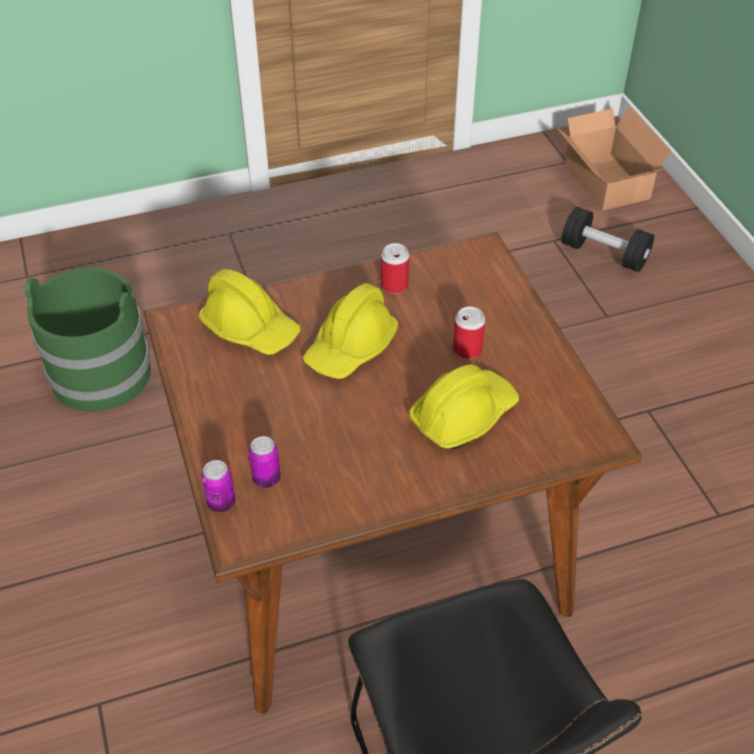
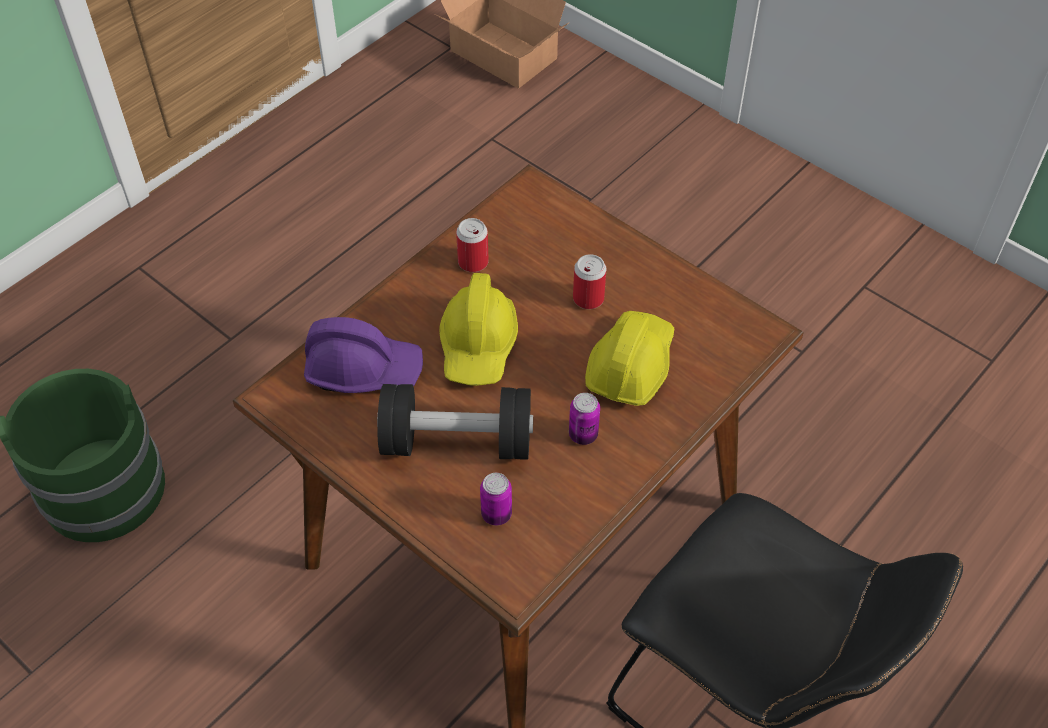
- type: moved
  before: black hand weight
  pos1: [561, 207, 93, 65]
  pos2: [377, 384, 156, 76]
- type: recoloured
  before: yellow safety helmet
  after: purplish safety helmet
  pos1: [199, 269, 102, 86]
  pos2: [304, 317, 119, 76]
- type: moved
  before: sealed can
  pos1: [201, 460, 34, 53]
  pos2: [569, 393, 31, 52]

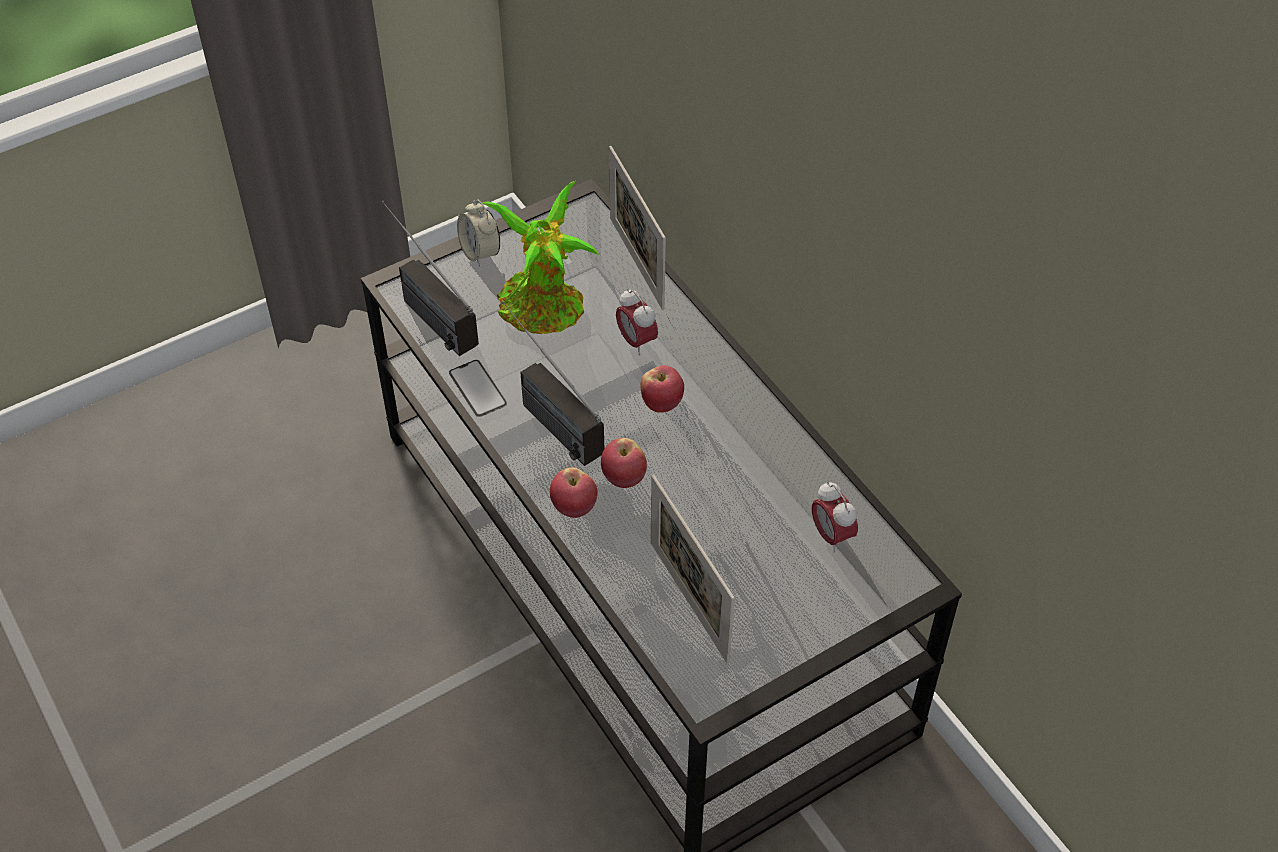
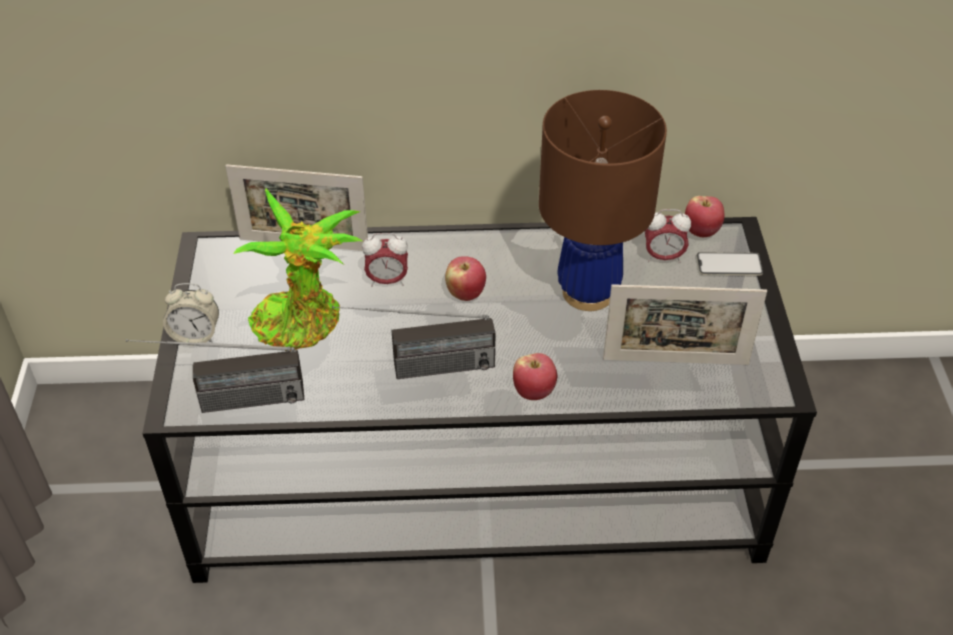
- type: moved
  before: handset
  pos1: [449, 360, 58, 57]
  pos2: [697, 252, 66, 23]
- type: moved
  before: whole apple
  pos1: [601, 438, 46, 50]
  pos2: [685, 196, 39, 41]
- type: added
  after: brown-coloured tabletop lamp
  pos2: [539, 90, 128, 221]

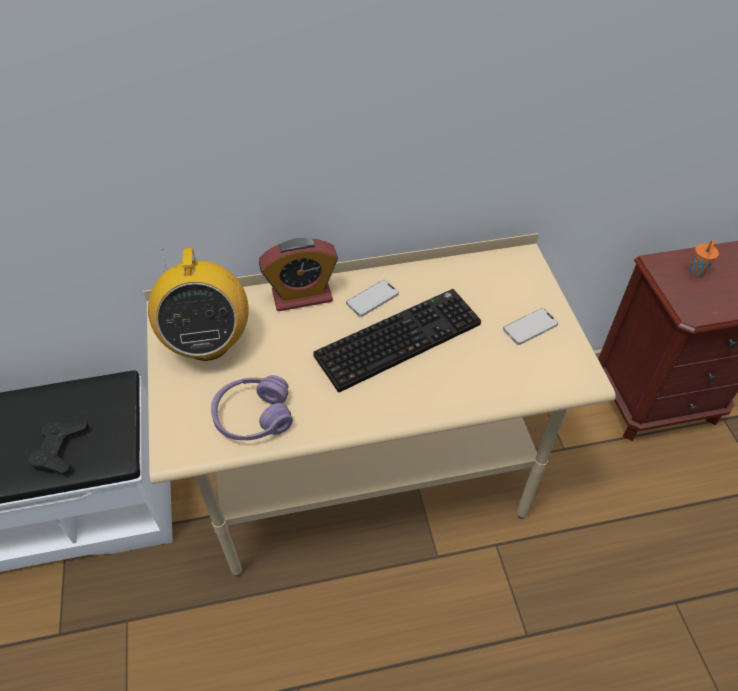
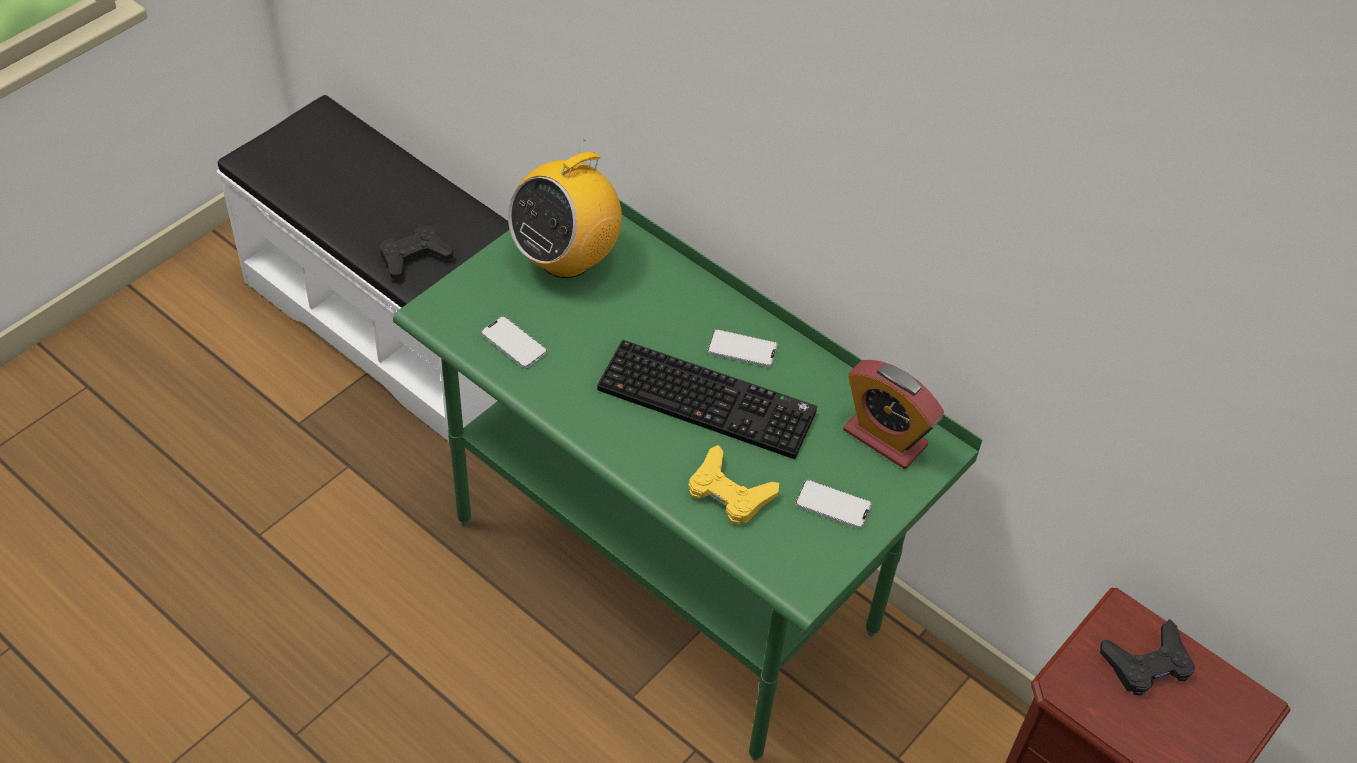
- type: recoloured
  before: sand-coloured desk unit
  after: green desk unit
  pos1: [143, 233, 473, 343]
  pos2: [393, 199, 590, 562]
- type: moved
  before: alarm clock
  pos1: [259, 238, 79, 73]
  pos2: [843, 360, 101, 109]
- type: replaced
  before: orangey small cup
  after: black game controller
  pos1: [689, 240, 30, 38]
  pos2: [1100, 619, 95, 76]
- type: replaced
  before: purplish headphones
  after: handset
  pos1: [211, 375, 82, 66]
  pos2: [481, 316, 66, 53]
- type: added
  after: yellow game controller
  pos2: [688, 445, 91, 80]

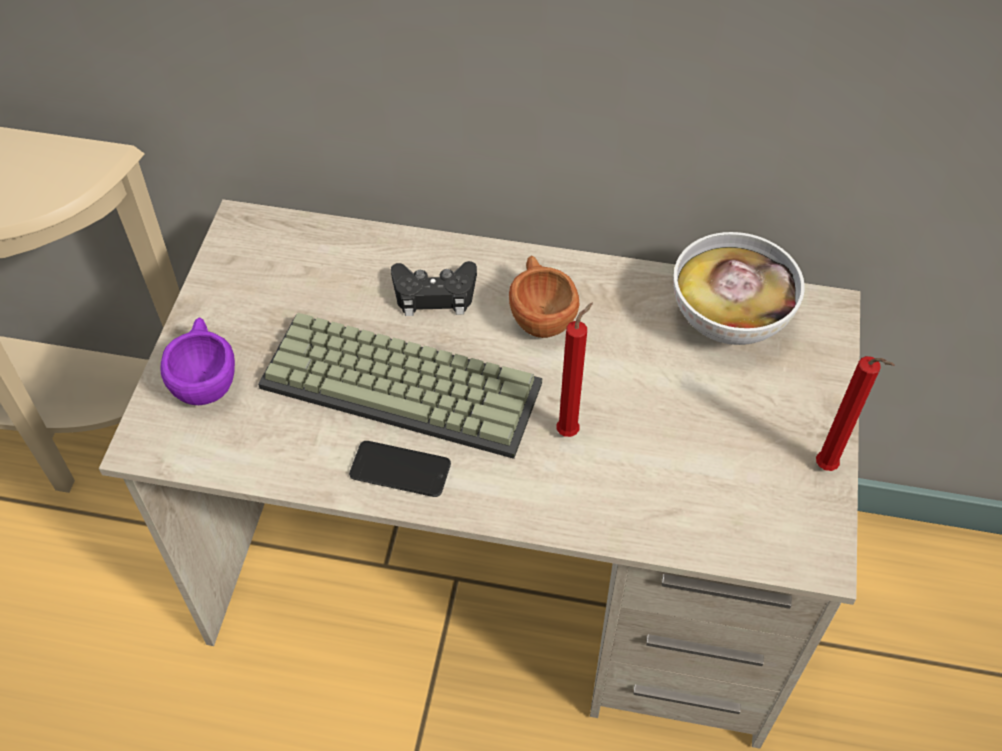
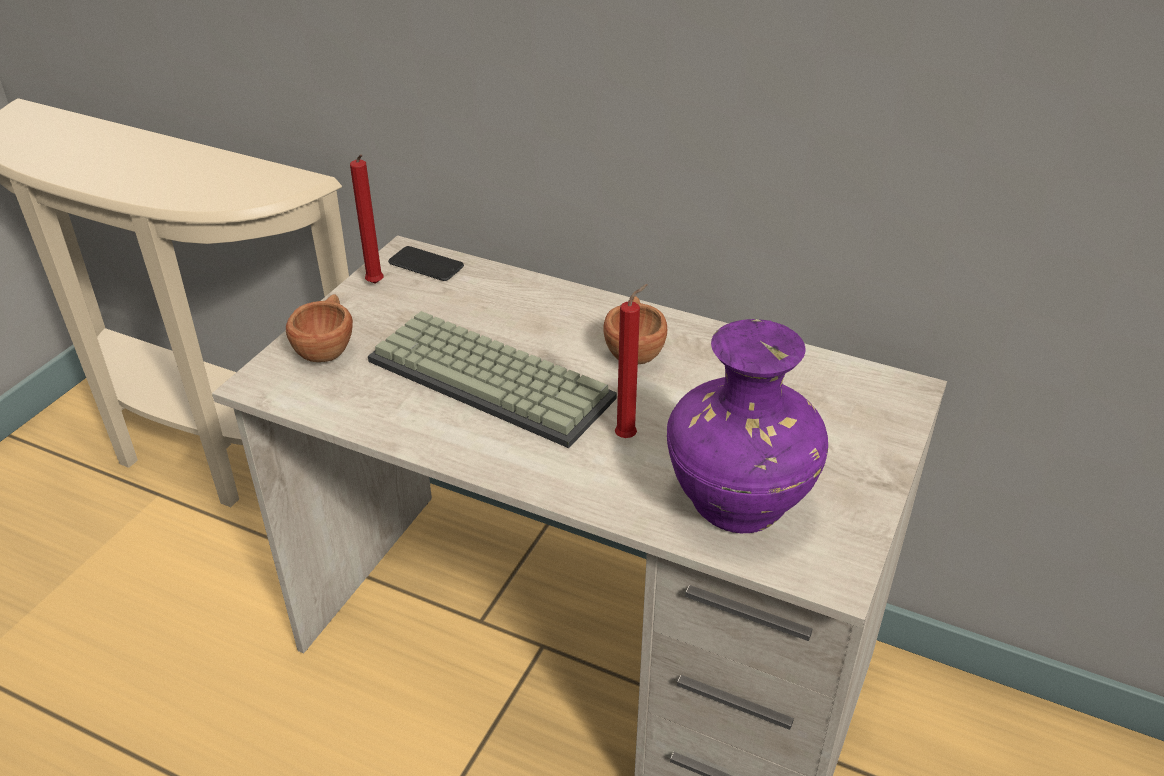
- type: removed
  before: deep dish
  pos1: [673, 232, 132, 113]
- type: removed
  before: black game controller
  pos1: [391, 261, 86, 55]
- type: recoloured
  before: purplish small cup
  after: brown-coloured small cup
  pos1: [160, 317, 75, 88]
  pos2: [286, 294, 67, 68]
- type: moved
  before: red candle
  pos1: [816, 356, 79, 115]
  pos2: [350, 154, 33, 130]
- type: moved
  before: handset
  pos1: [349, 441, 102, 56]
  pos2: [388, 246, 76, 35]
- type: added
  after: purplish flower vase
  pos2: [667, 319, 161, 214]

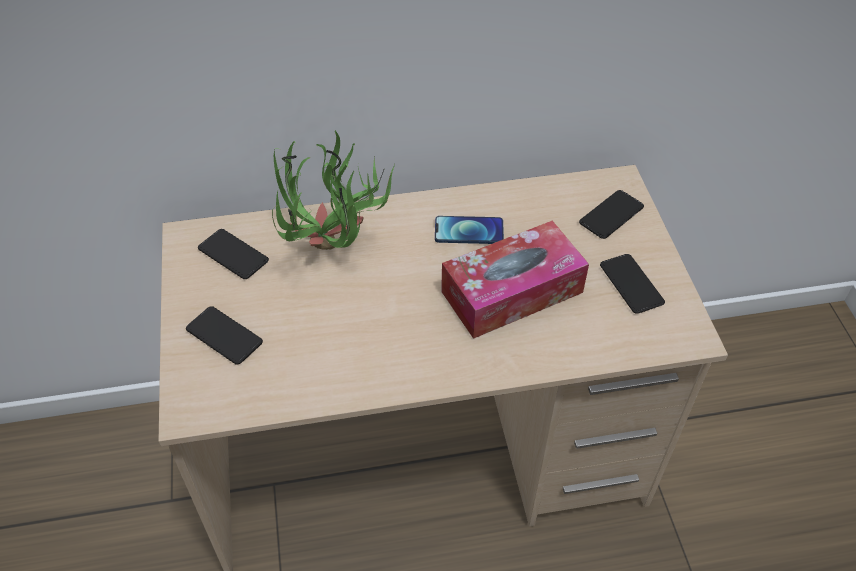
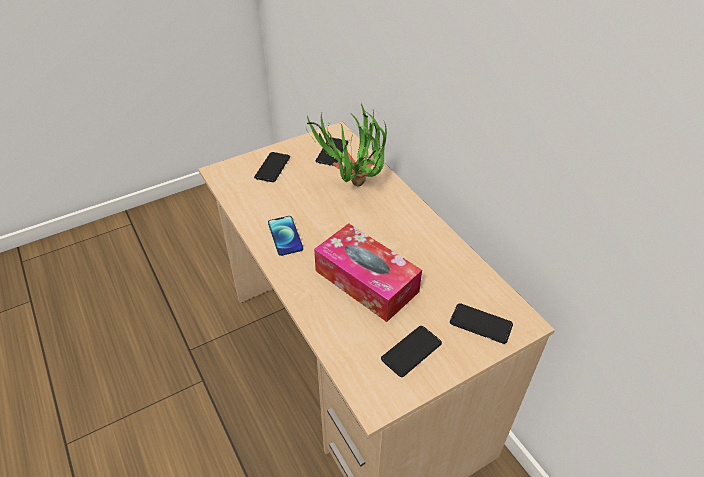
- type: moved
  before: handset
  pos1: [435, 216, 69, 28]
  pos2: [268, 216, 35, 40]

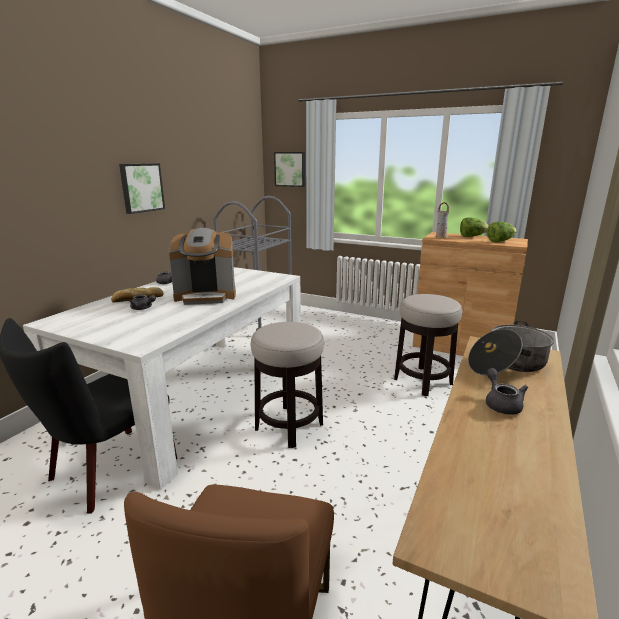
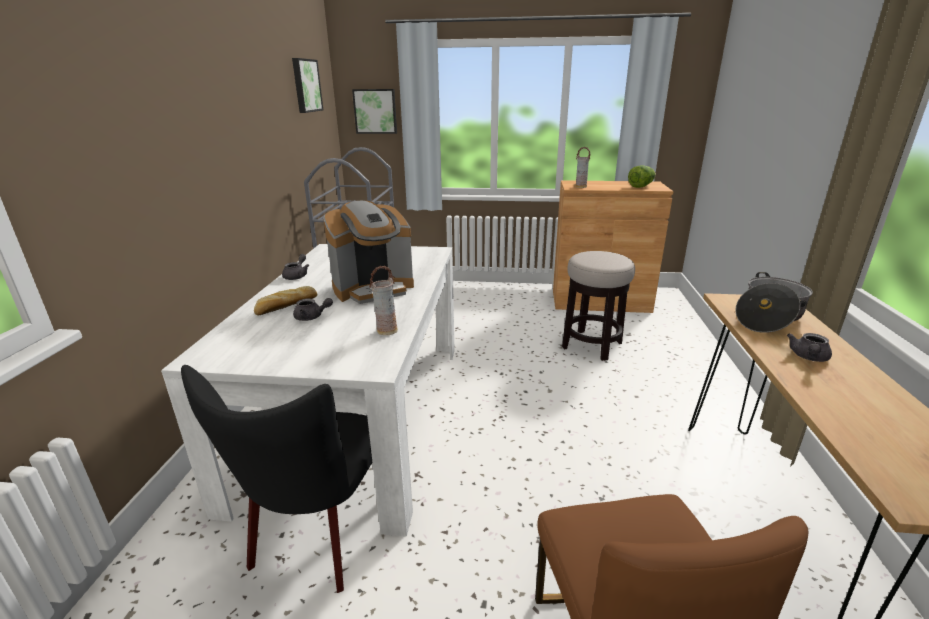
- type: moved
  before: wall art
  pos1: [119, 164, 46, 50]
  pos2: [292, 58, 31, 55]
- type: removed
  before: lettuce head
  pos1: [460, 218, 29, 19]
- type: removed
  before: sitting stool
  pos1: [251, 322, 73, 126]
- type: turned
  before: greyish teapot
  pos1: [486, 368, 42, 47]
  pos2: [787, 333, 45, 29]
  turn: -120
- type: added
  after: flower vase
  pos2: [369, 266, 29, 69]

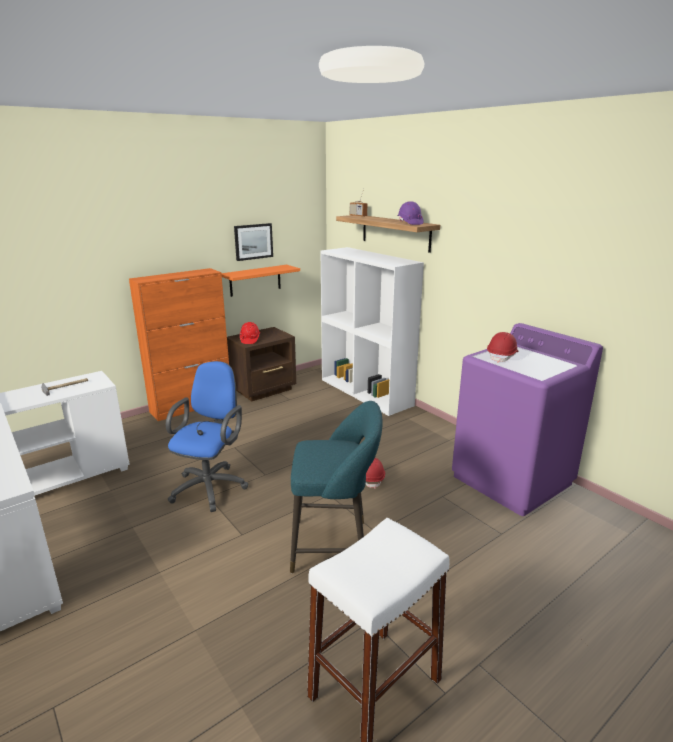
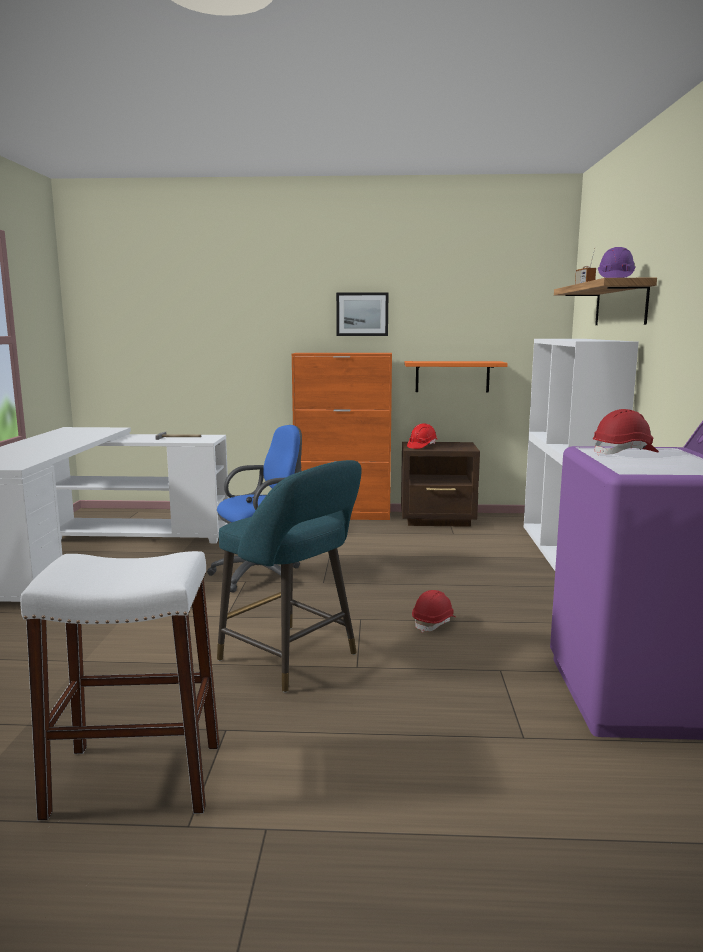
- type: moved
  before: wall art
  pos1: [234, 223, 39, 38]
  pos2: [336, 292, 52, 44]

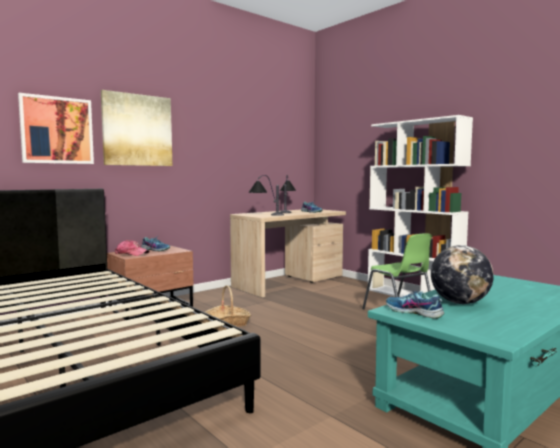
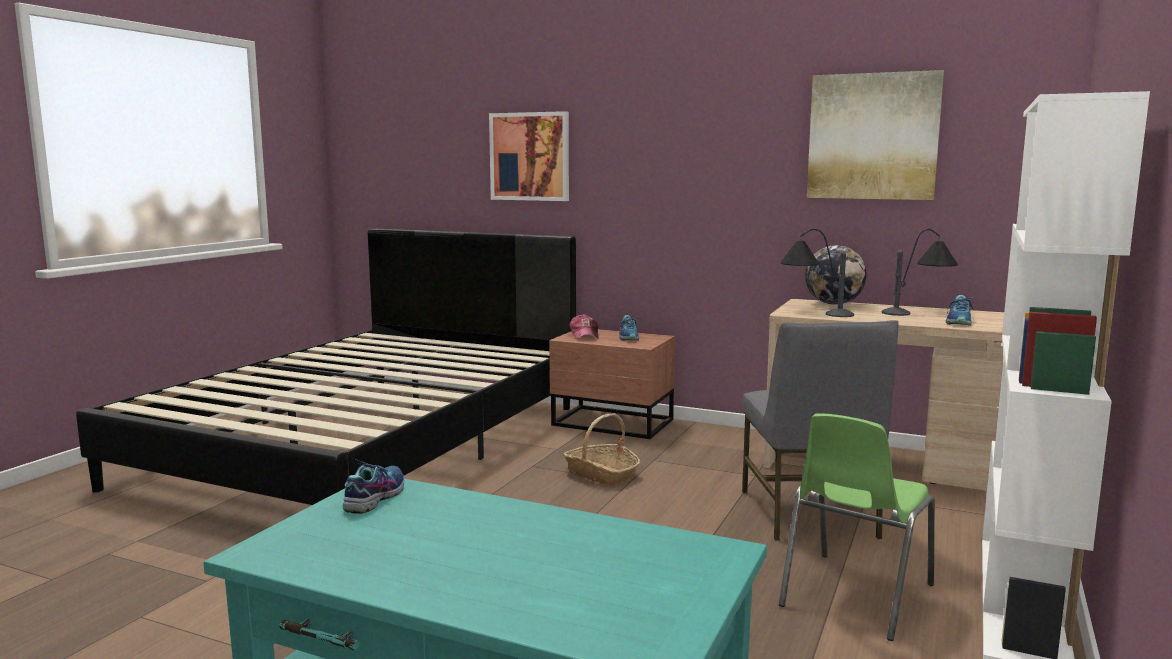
- type: moved
  before: wall art
  pos1: [101, 90, 71, 76]
  pos2: [807, 70, 137, 130]
- type: moved
  before: globe
  pos1: [431, 245, 63, 59]
  pos2: [805, 245, 62, 60]
- type: added
  after: greyish chair
  pos2: [742, 320, 157, 220]

